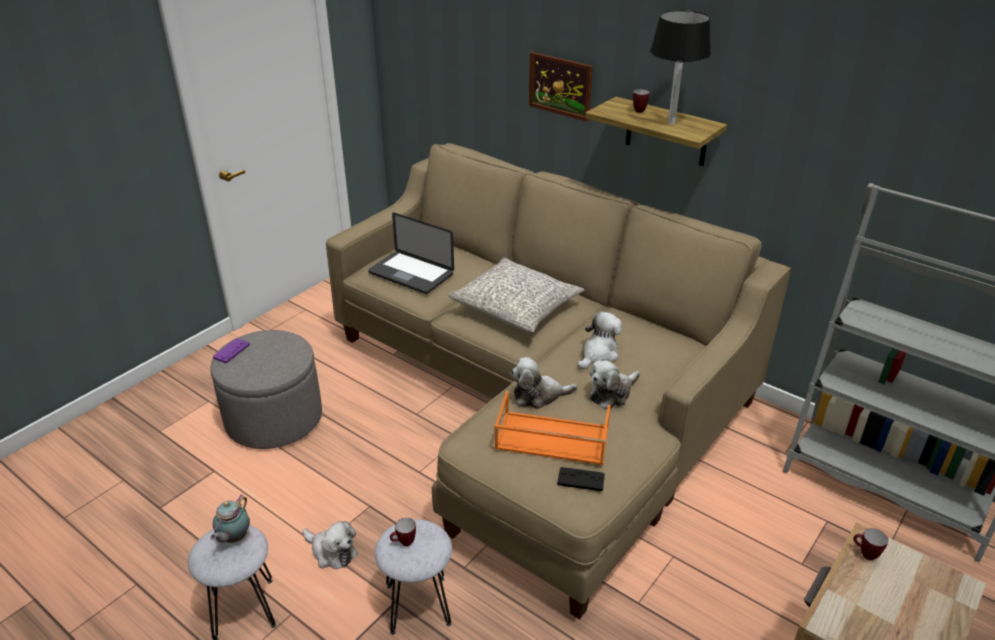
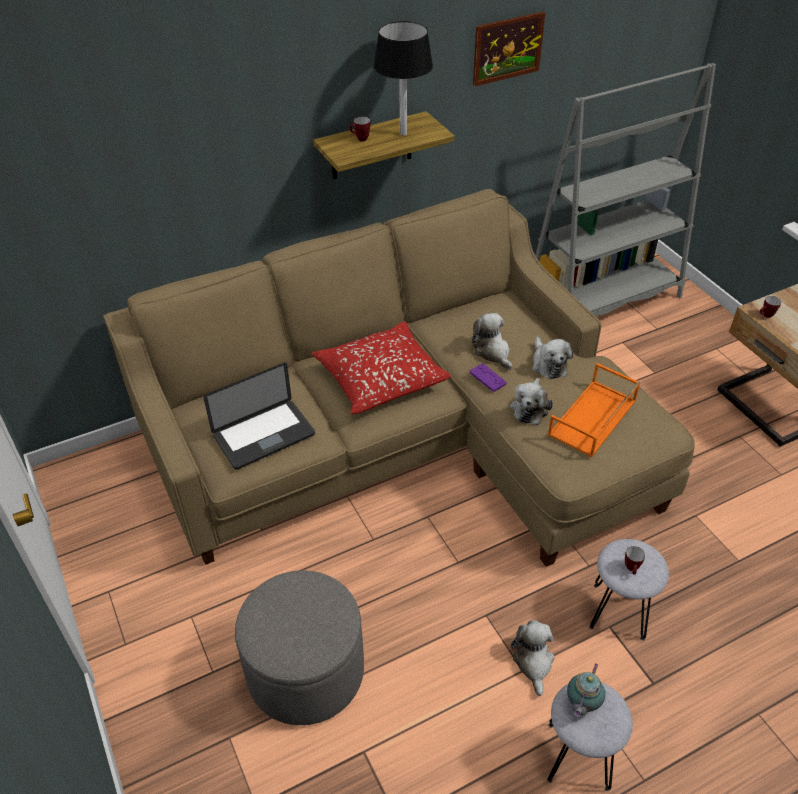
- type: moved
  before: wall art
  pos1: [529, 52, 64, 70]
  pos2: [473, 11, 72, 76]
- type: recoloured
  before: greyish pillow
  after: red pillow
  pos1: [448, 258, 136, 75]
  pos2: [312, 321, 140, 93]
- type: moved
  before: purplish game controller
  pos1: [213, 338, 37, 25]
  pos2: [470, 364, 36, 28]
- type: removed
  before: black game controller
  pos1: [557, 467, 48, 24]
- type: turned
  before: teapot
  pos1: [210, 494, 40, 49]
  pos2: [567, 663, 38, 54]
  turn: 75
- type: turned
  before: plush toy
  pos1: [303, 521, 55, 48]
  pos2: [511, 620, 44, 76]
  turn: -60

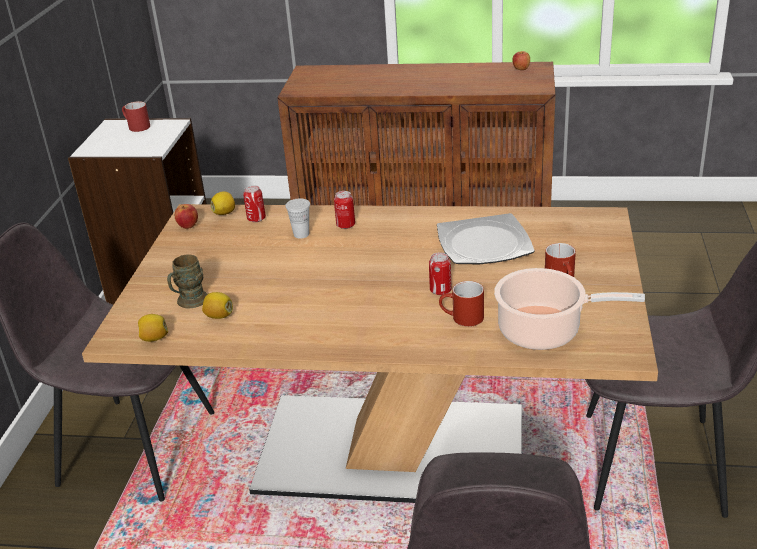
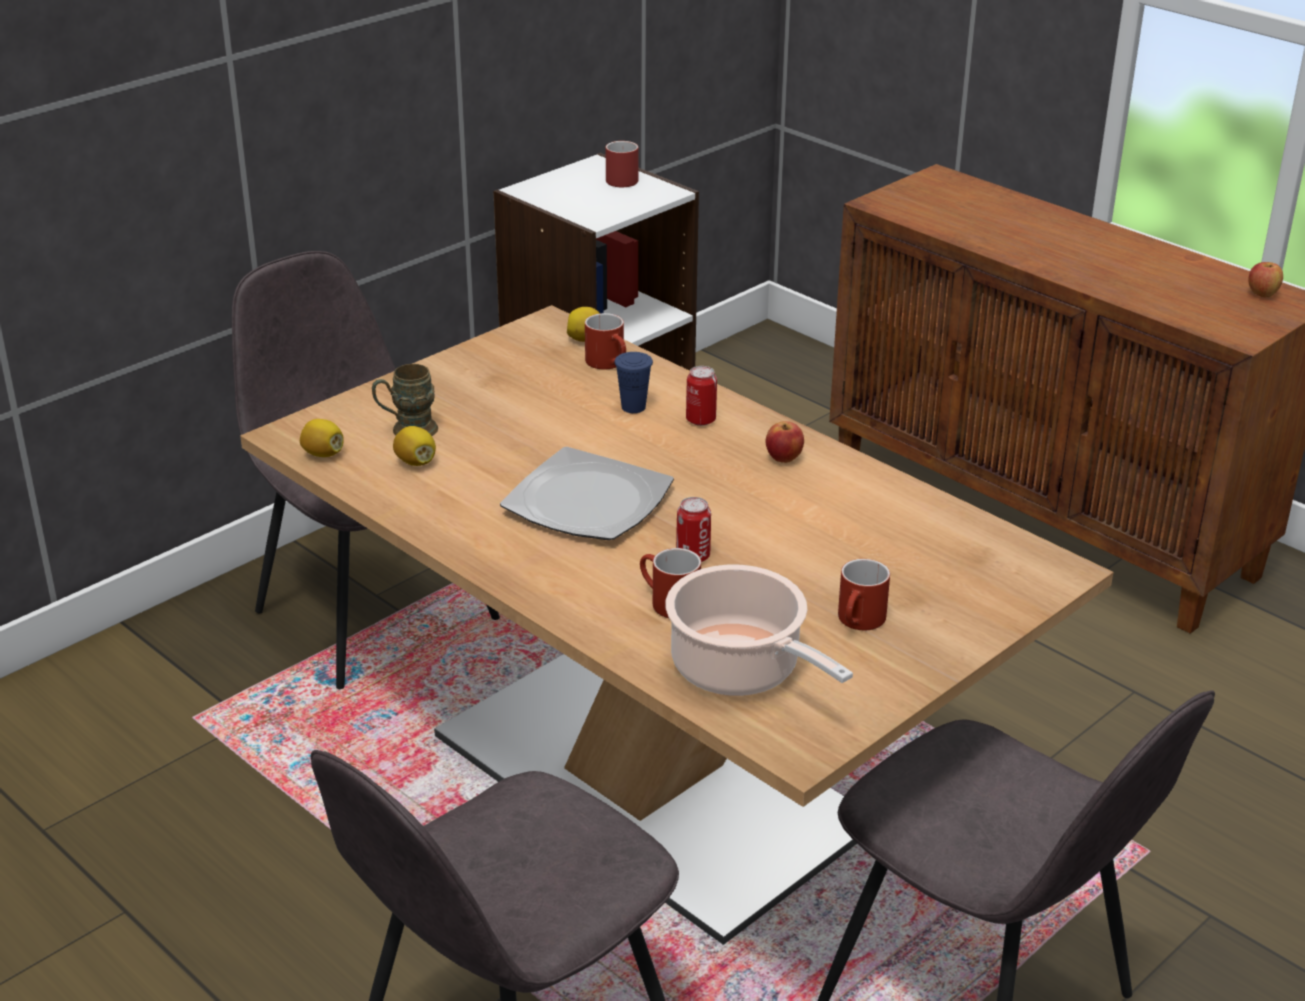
- type: replaced
  before: sealed can
  after: red tea mug
  pos1: [243, 185, 23, 37]
  pos2: [585, 313, 41, 56]
- type: recoloured
  before: white-coloured small cup
  after: blue small cup
  pos1: [285, 198, 25, 41]
  pos2: [614, 352, 39, 61]
- type: moved
  before: whole apple
  pos1: [175, 204, 23, 25]
  pos2: [766, 421, 38, 42]
- type: moved
  before: flat dish
  pos1: [437, 213, 98, 51]
  pos2: [500, 447, 174, 93]

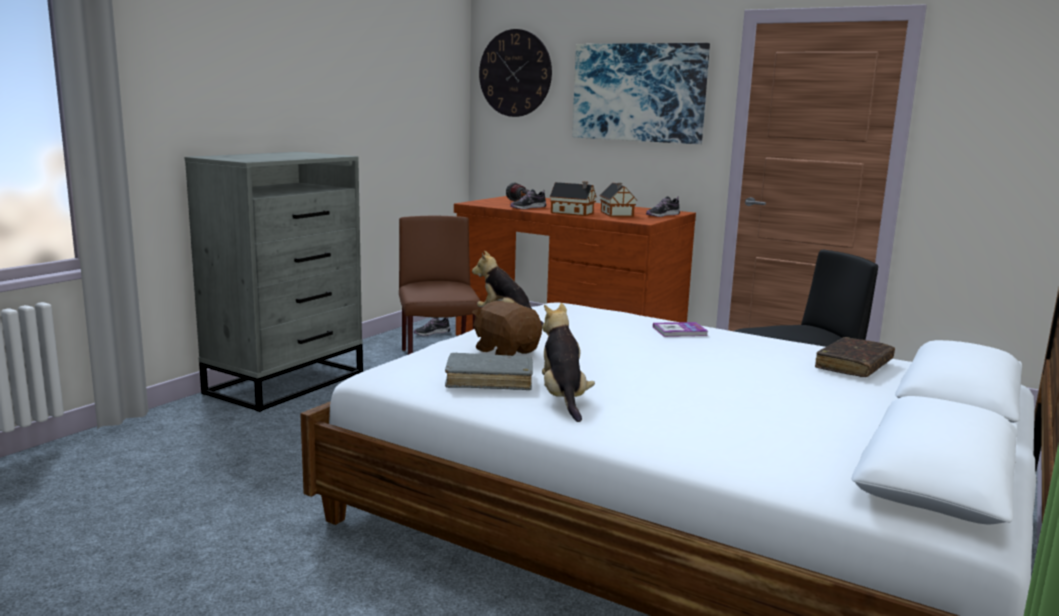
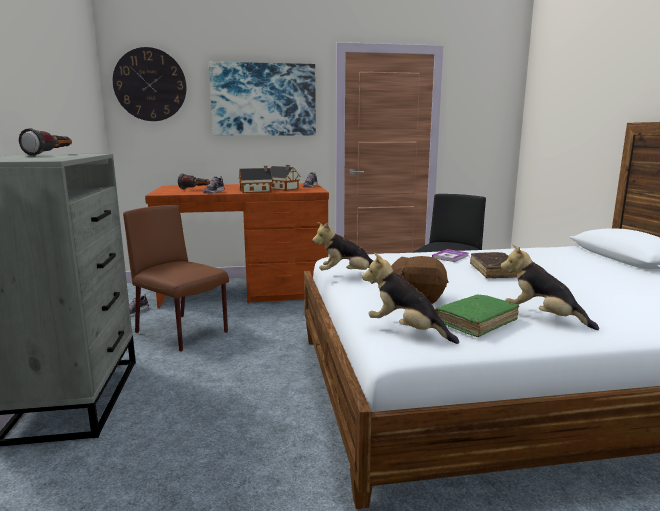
- type: moved
  before: brown-coloured book
  pos1: [815, 337, 80, 40]
  pos2: [470, 252, 47, 26]
- type: recoloured
  before: greyish book
  after: green book
  pos1: [445, 353, 88, 37]
  pos2: [435, 295, 84, 42]
- type: added
  after: hand torch
  pos2: [19, 128, 53, 28]
- type: added
  after: plush toy
  pos2: [362, 253, 97, 91]

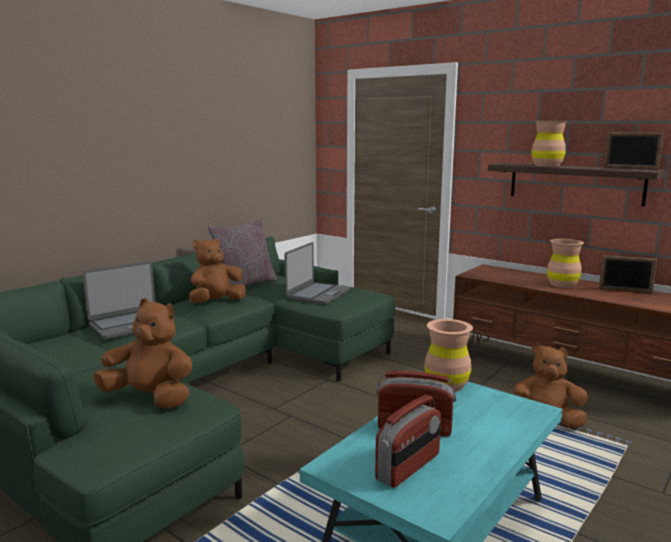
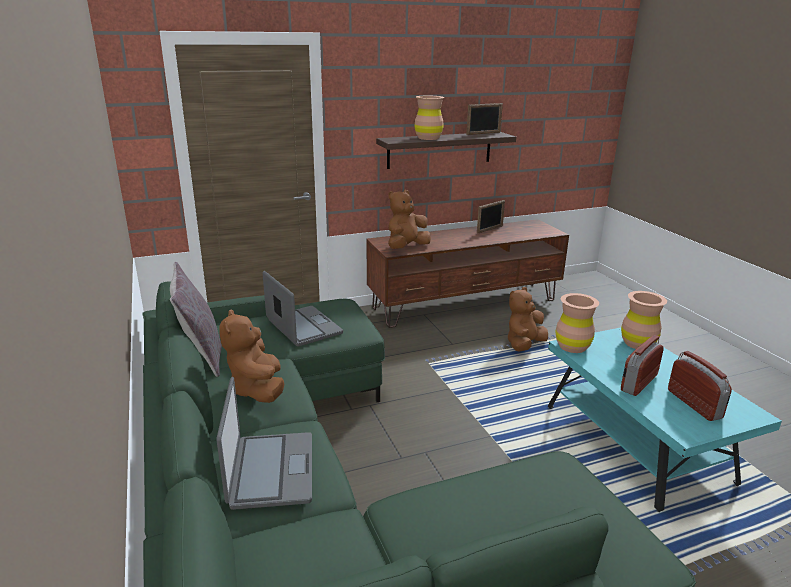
- type: moved
  before: brown-coloured flower vase
  pos1: [547, 239, 37, 49]
  pos2: [621, 291, 46, 58]
- type: moved
  before: brown-coloured plush toy
  pos1: [93, 298, 99, 111]
  pos2: [388, 190, 43, 59]

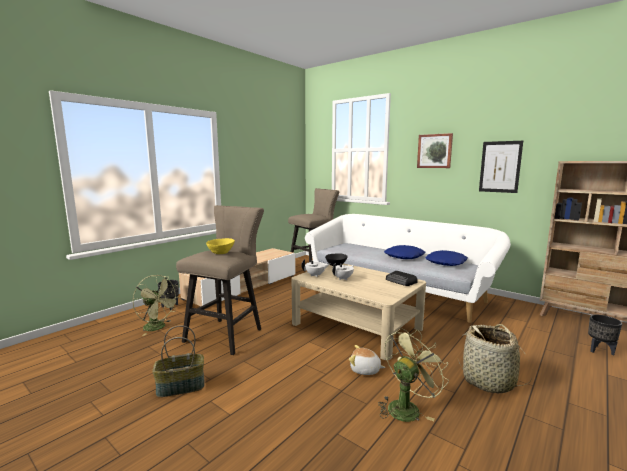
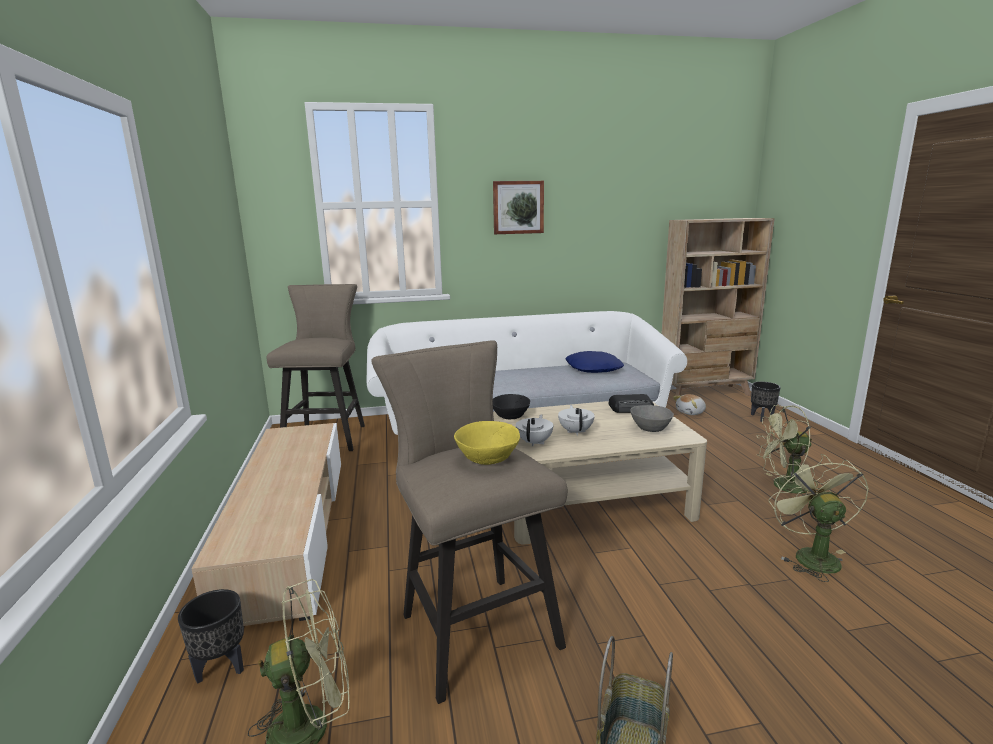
- type: removed
  before: wall art
  pos1: [479, 141, 44, 52]
- type: removed
  before: blue pillow
  pos1: [384, 245, 42, 14]
- type: replaced
  before: basket
  after: green fan
  pos1: [458, 324, 75, 69]
  pos2: [757, 405, 63, 91]
- type: moved
  before: plush toy
  pos1: [349, 345, 36, 30]
  pos2: [673, 394, 33, 21]
- type: added
  after: greyish deep dish
  pos2: [630, 405, 44, 27]

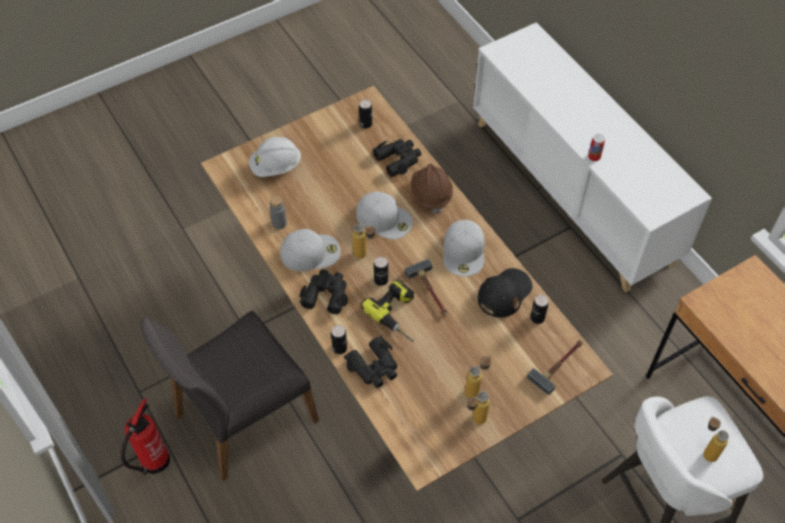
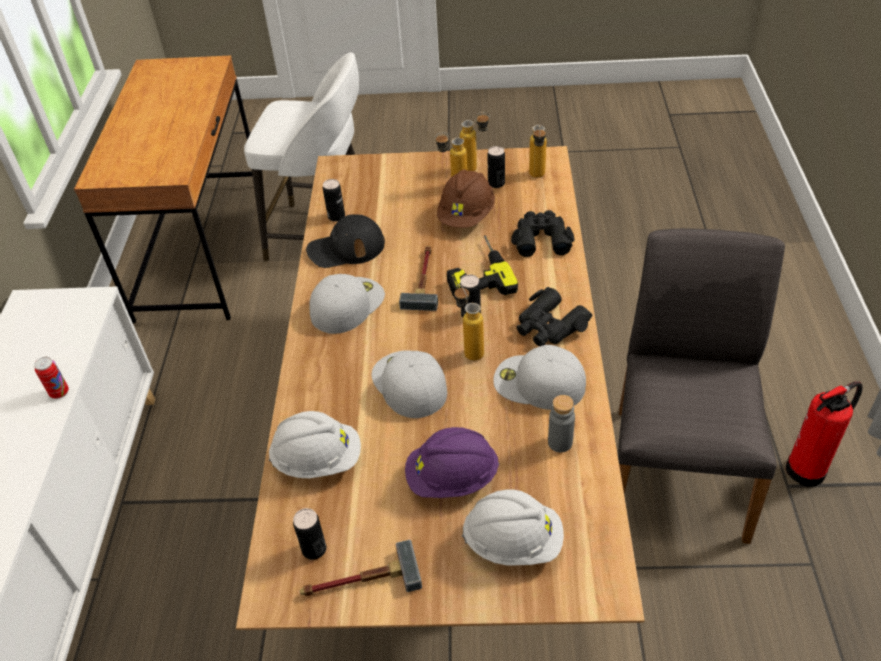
- type: replaced
  before: black field glasses
  after: white-coloured safety helmet
  pos1: [373, 139, 48, 38]
  pos2: [269, 411, 92, 67]
- type: moved
  before: brown-coloured safety helmet
  pos1: [411, 164, 42, 50]
  pos2: [437, 169, 58, 59]
- type: turned
  before: greyish chair
  pos1: [140, 311, 179, 170]
  pos2: [618, 228, 167, 316]
  turn: -75
- type: moved
  before: sealed can
  pos1: [331, 325, 16, 29]
  pos2: [487, 146, 18, 42]
- type: moved
  before: hand hammer
  pos1: [527, 340, 56, 55]
  pos2: [300, 540, 122, 56]
- type: moved
  before: beverage bottle
  pos1: [703, 416, 26, 46]
  pos2: [529, 125, 18, 53]
- type: added
  after: purplish safety helmet
  pos2: [405, 427, 94, 71]

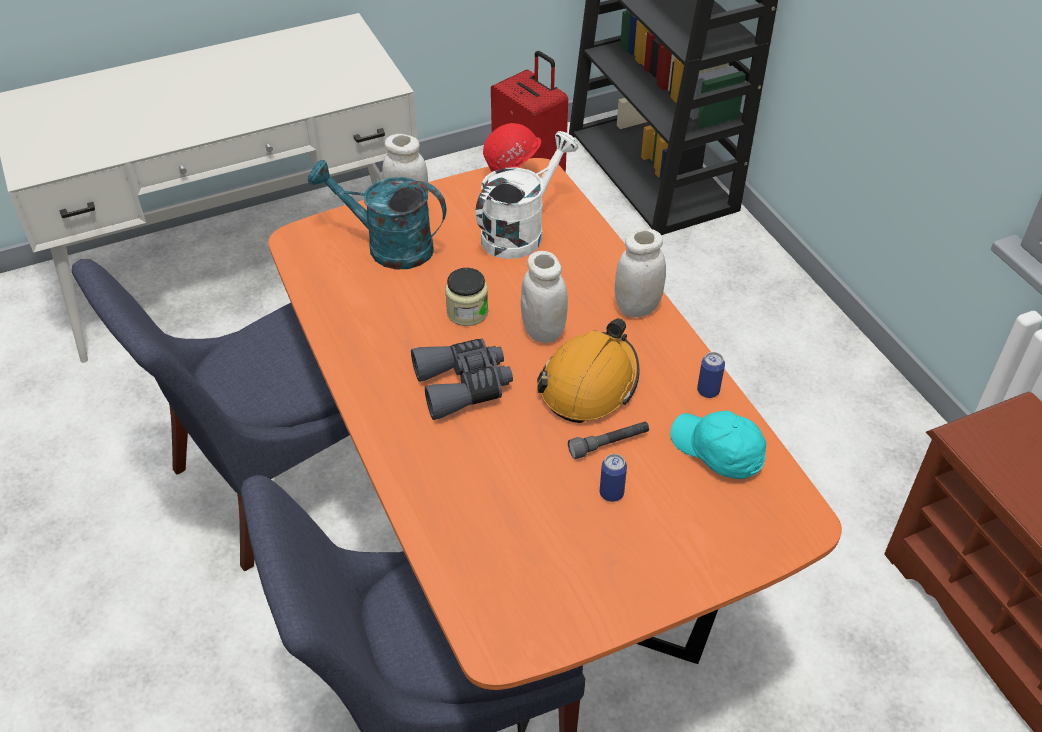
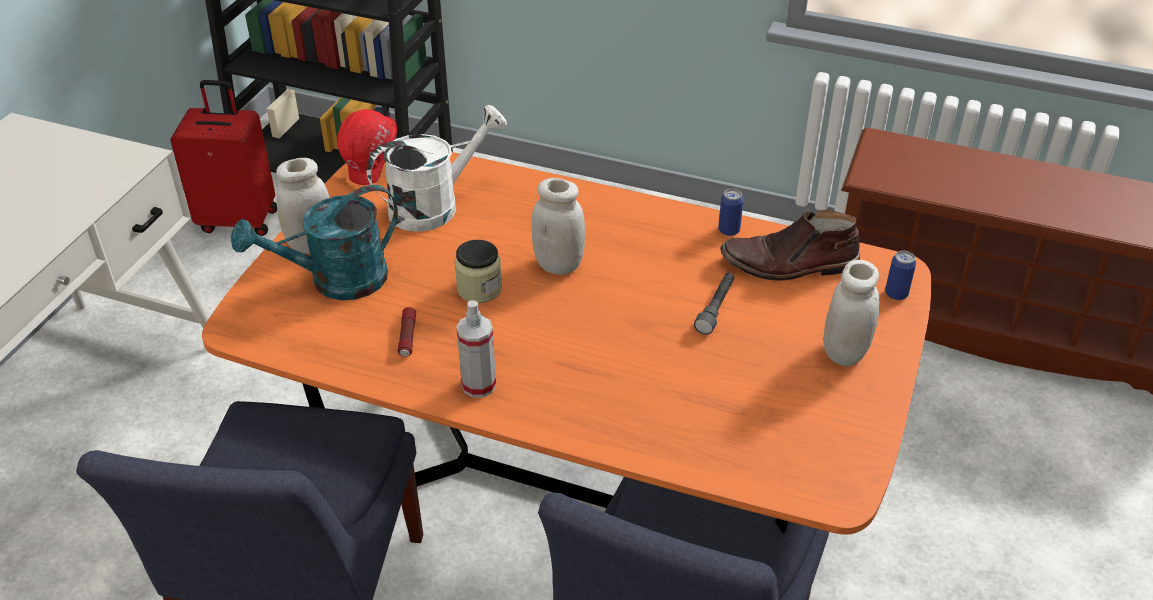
- type: turned
  before: white-coloured watering can
  pos1: [475, 131, 104, 128]
  pos2: [366, 105, 141, 127]
  turn: 60
- type: moved
  before: white-coloured storage jar
  pos1: [615, 229, 51, 89]
  pos2: [824, 260, 56, 106]
- type: removed
  before: orangey safety helmet
  pos1: [537, 318, 103, 105]
- type: removed
  before: greyish field glasses
  pos1: [411, 339, 102, 81]
- type: replaced
  before: turquoise baseball cap
  after: brown-coloured boot
  pos1: [671, 411, 95, 68]
  pos2: [720, 209, 140, 72]
- type: moved
  before: sealed can
  pos1: [600, 454, 27, 48]
  pos2: [885, 251, 31, 49]
- type: added
  after: spray bottle
  pos2: [456, 300, 40, 98]
- type: added
  after: hand torch
  pos2: [398, 307, 18, 50]

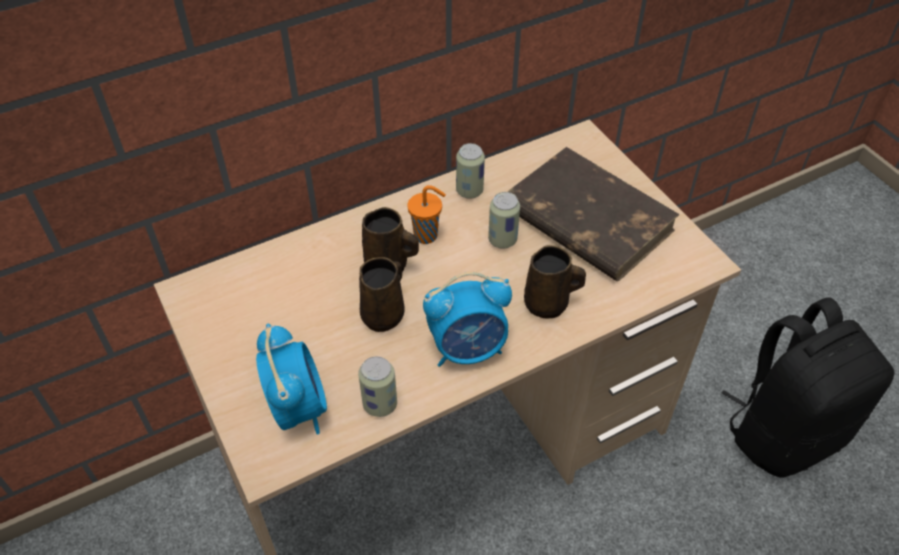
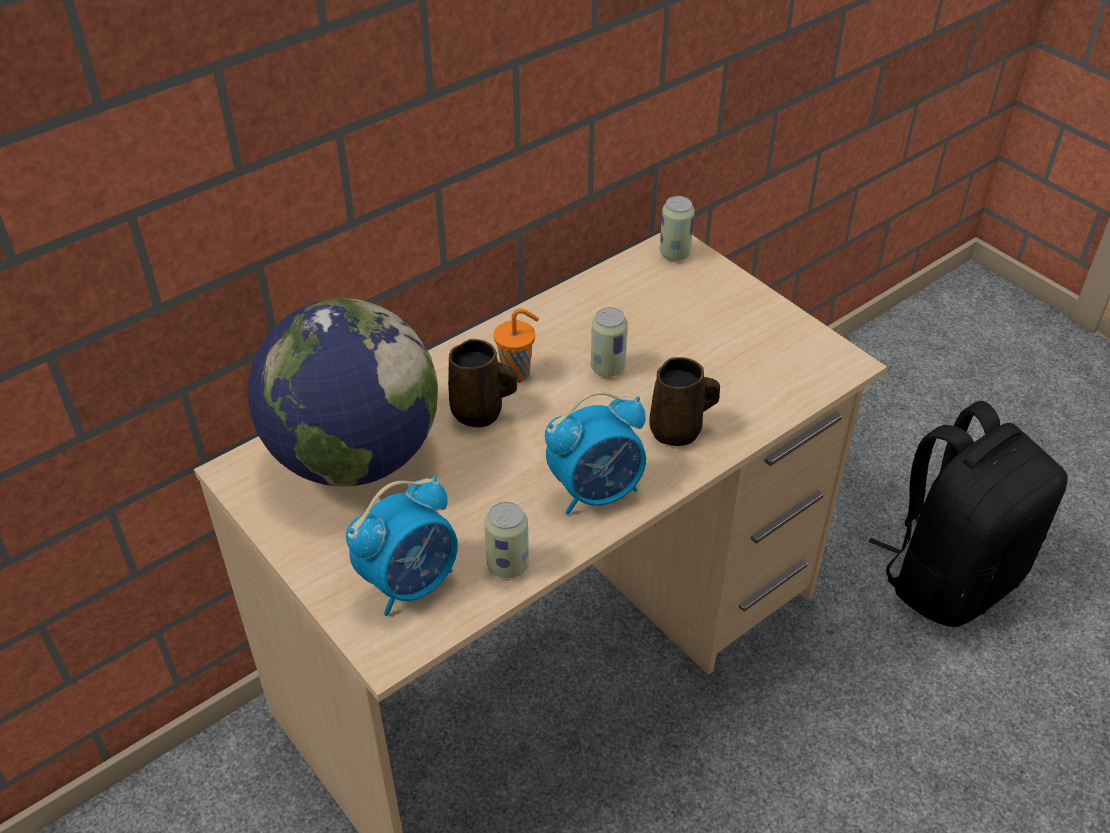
- type: moved
  before: sealed can
  pos1: [456, 143, 29, 56]
  pos2: [660, 196, 35, 65]
- type: removed
  before: brown-coloured book
  pos1: [508, 147, 172, 134]
- type: removed
  before: brown-coloured tea mug
  pos1: [359, 257, 45, 75]
- type: turned
  before: alarm clock
  pos1: [256, 323, 71, 112]
  pos2: [346, 476, 112, 140]
  turn: 75
- type: added
  after: globe
  pos2: [248, 299, 190, 187]

